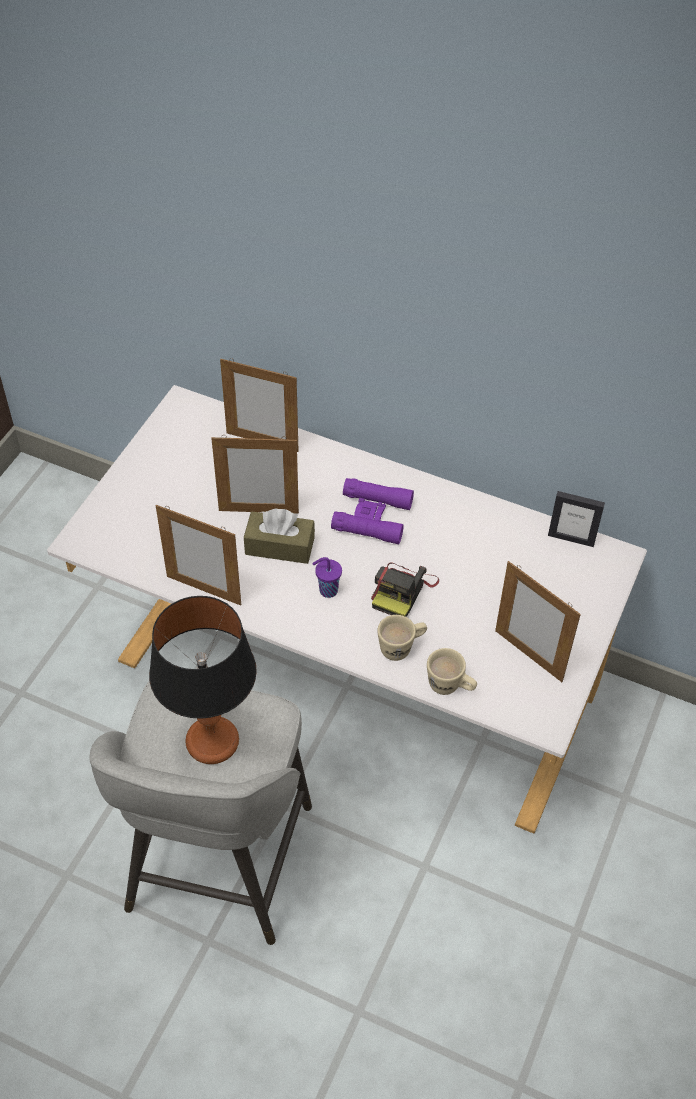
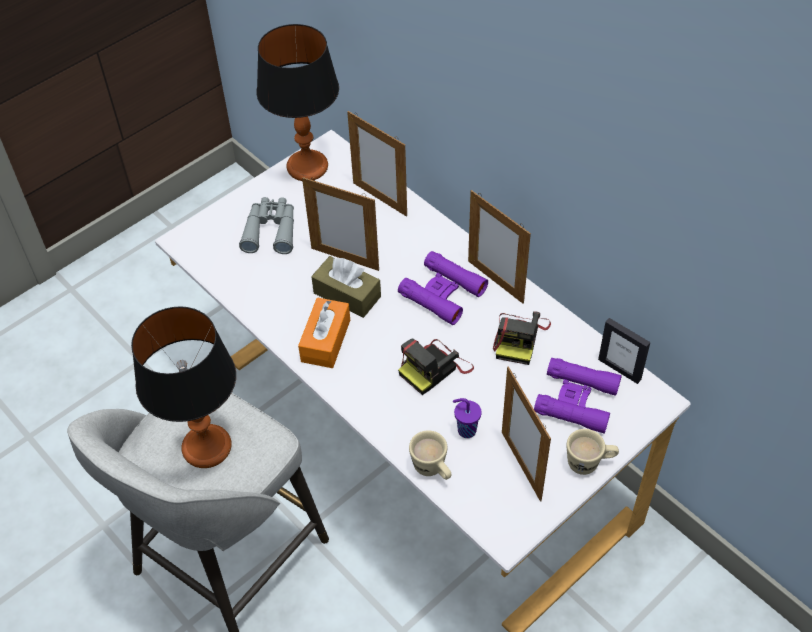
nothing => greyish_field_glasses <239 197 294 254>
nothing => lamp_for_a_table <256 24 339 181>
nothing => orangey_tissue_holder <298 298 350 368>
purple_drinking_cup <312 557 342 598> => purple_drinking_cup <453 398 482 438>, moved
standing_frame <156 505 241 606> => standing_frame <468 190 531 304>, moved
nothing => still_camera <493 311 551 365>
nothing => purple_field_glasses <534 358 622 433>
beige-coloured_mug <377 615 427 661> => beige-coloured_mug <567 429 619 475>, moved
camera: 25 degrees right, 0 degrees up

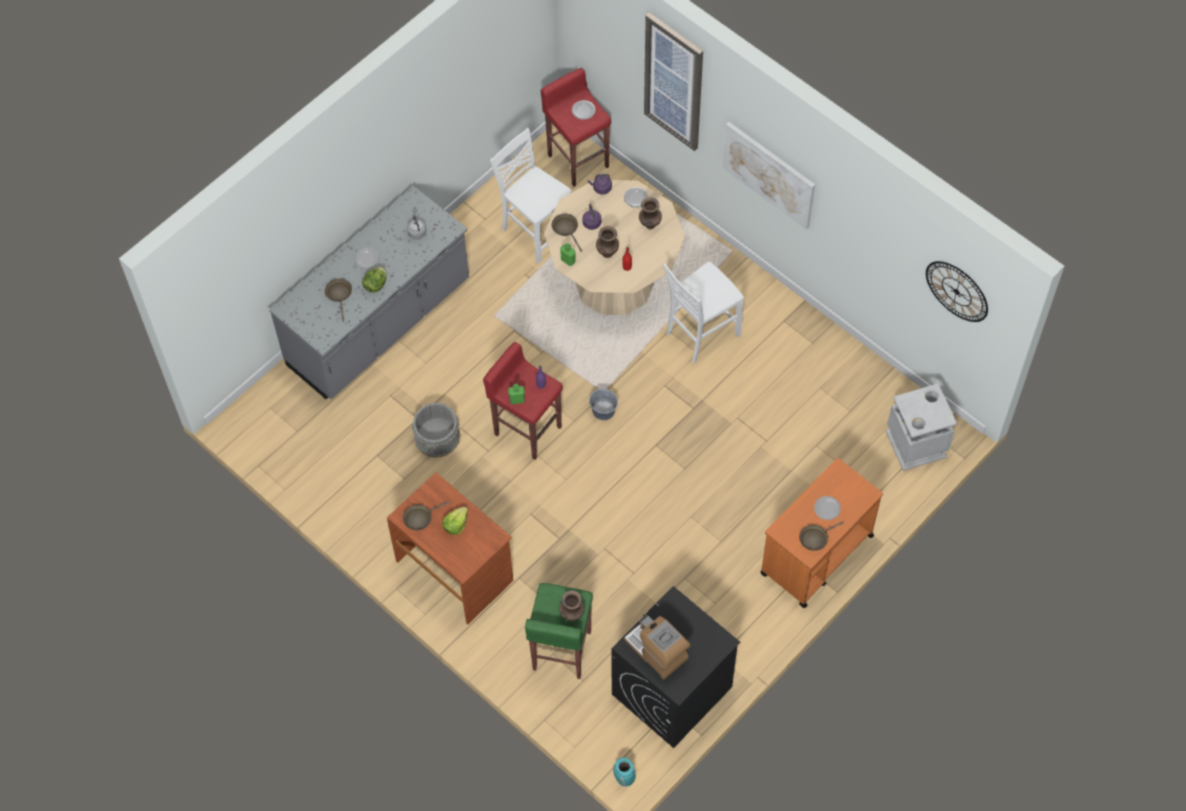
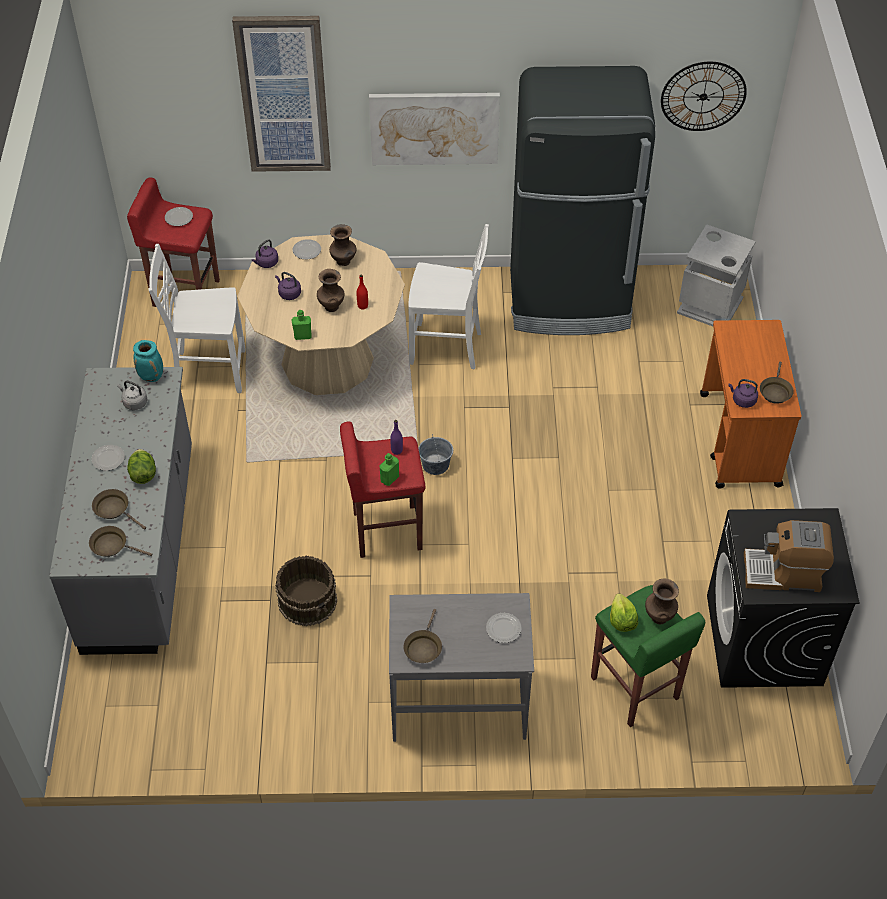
brown-coloured_pan <552 214 582 252> => brown-coloured_pan <89 526 152 557>, moved
turquoise-coloured_flower_vase <613 758 636 787> => turquoise-coloured_flower_vase <133 340 163 382>, moved
greyish_water_bucket <412 403 461 458> => brown-coloured_water_bucket <275 555 337 626>
brown-coloured_desk_table <387 472 513 625> => greyish_desk_table <389 593 534 742>
white-coloured_upright_chair <663 261 744 363> => white-coloured_upright_chair <408 224 489 369>, 90 degrees counterclockwise
dinner_plate <814 496 841 520> => dinner_plate <486 613 522 643>, moved
nothing => black_fridge <510 66 655 335>
lettuce <442 507 468 535> => lettuce <610 593 638 632>, moved
nothing => purple_tea_kettle <728 379 758 408>
camera: 45 degrees left, 10 degrees down

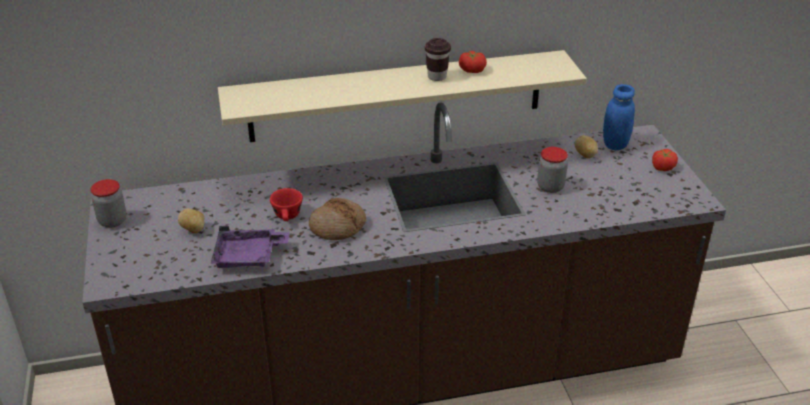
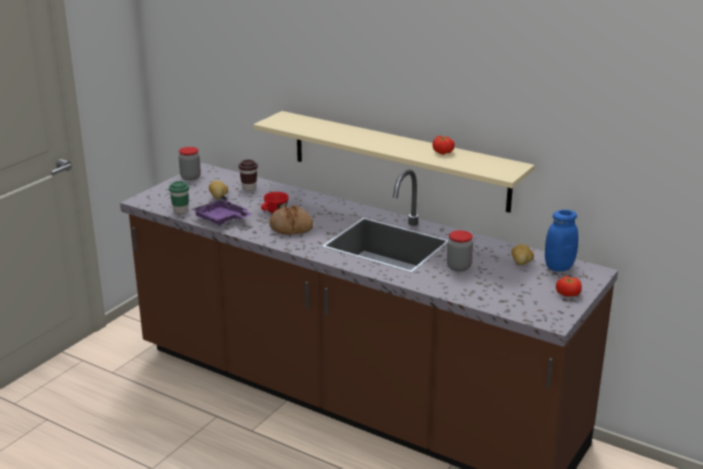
nothing => green-coloured_drinking_cup <169 181 189 214>
brown-coloured_drinking_cup <425 38 451 81> => brown-coloured_drinking_cup <238 160 258 191>, moved
camera: 45 degrees right, 10 degrees down

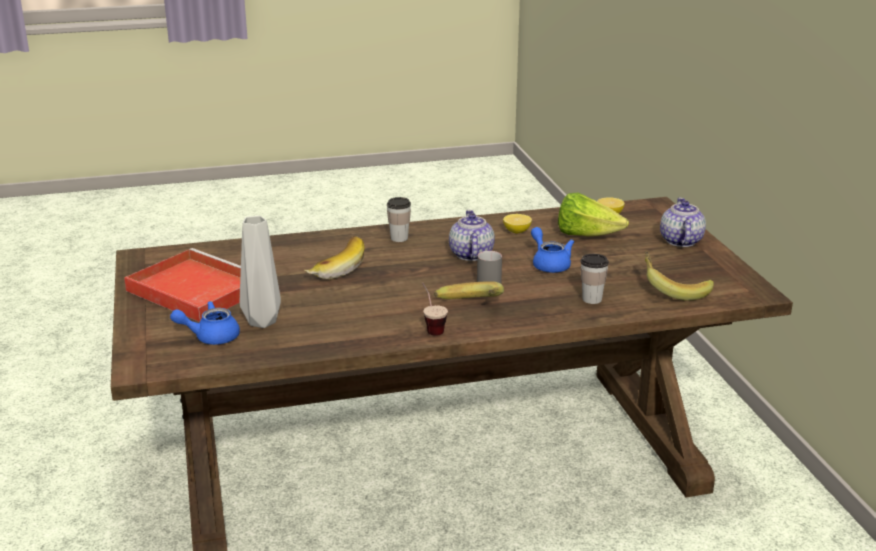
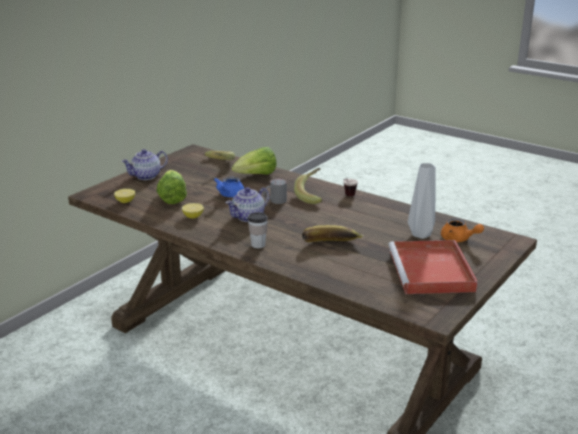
drinking_cup <580 254 609 304> => lettuce <232 147 277 175>
blue-coloured_teapot <170 301 240 345> => orangey_teapot <441 218 484 242>
camera: 130 degrees left, 0 degrees up

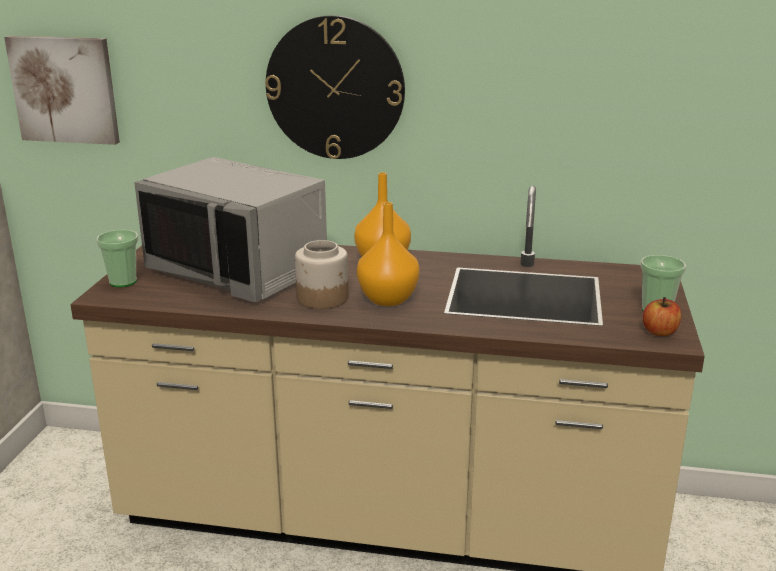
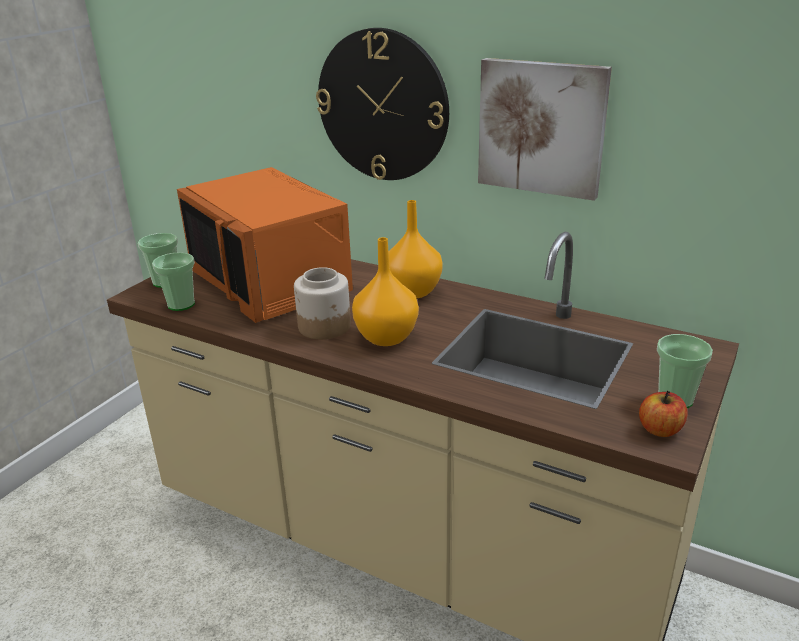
nothing => drinking_cup <152 252 195 311>
greyish_microwave <134 157 327 302> => orangey_microwave <177 167 353 323>
wall_picture <4 36 120 145> => wall_picture <478 58 612 201>, moved
camera: 20 degrees right, 5 degrees up

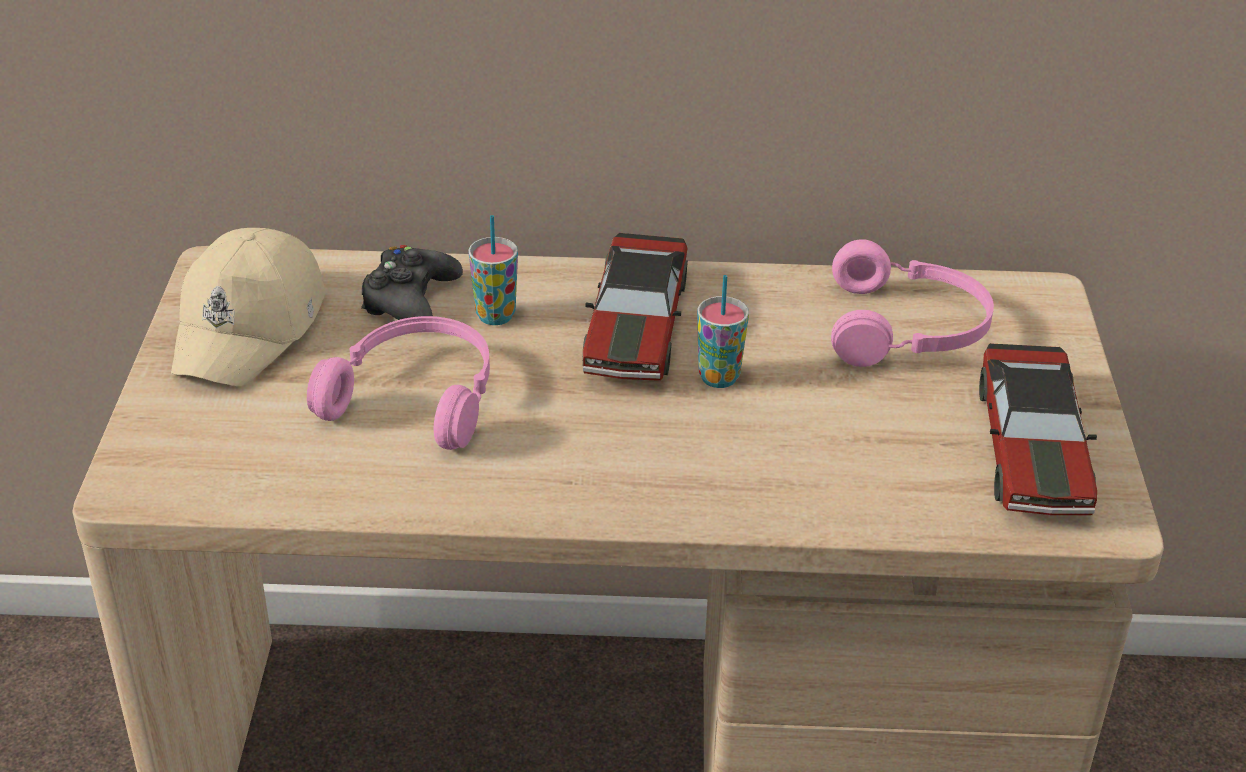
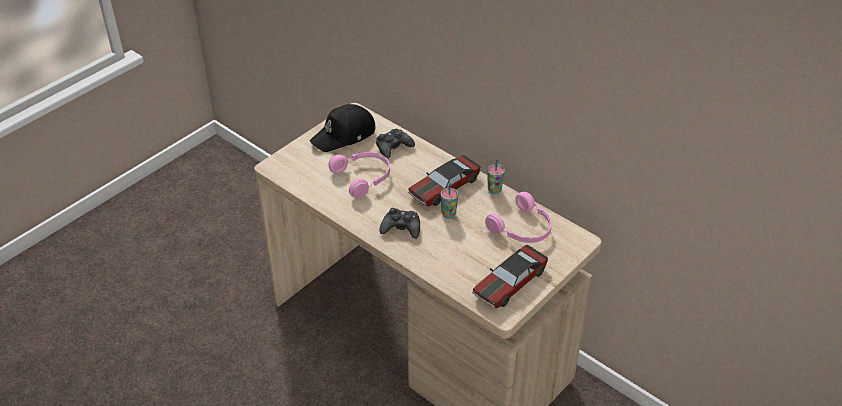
beige-coloured_peaked_cap <171 228 325 386> => black_peaked_cap <310 104 375 152>
nothing => black_joypad <379 208 420 239>
drinking_cup <468 215 518 325> => drinking_cup <487 159 505 194>, moved
camera: 40 degrees right, 5 degrees up

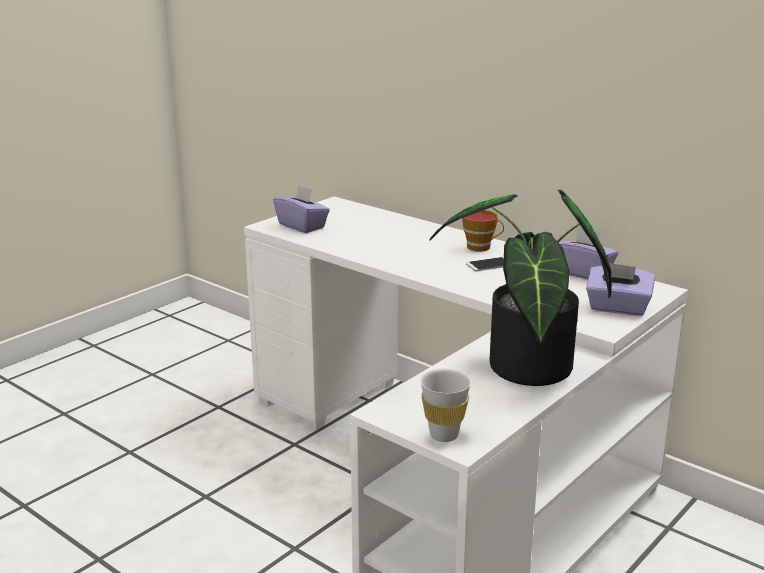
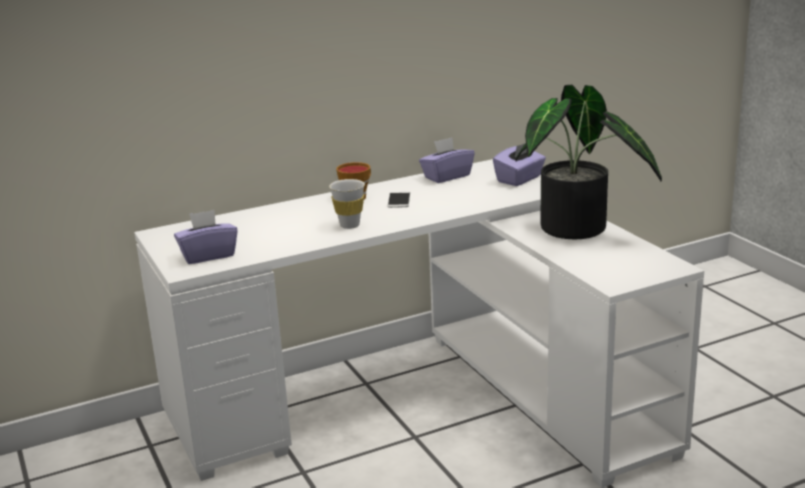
white-coloured_drinking_cup <420 369 472 442> => white-coloured_drinking_cup <329 179 365 229>, moved
camera: 65 degrees left, 0 degrees up

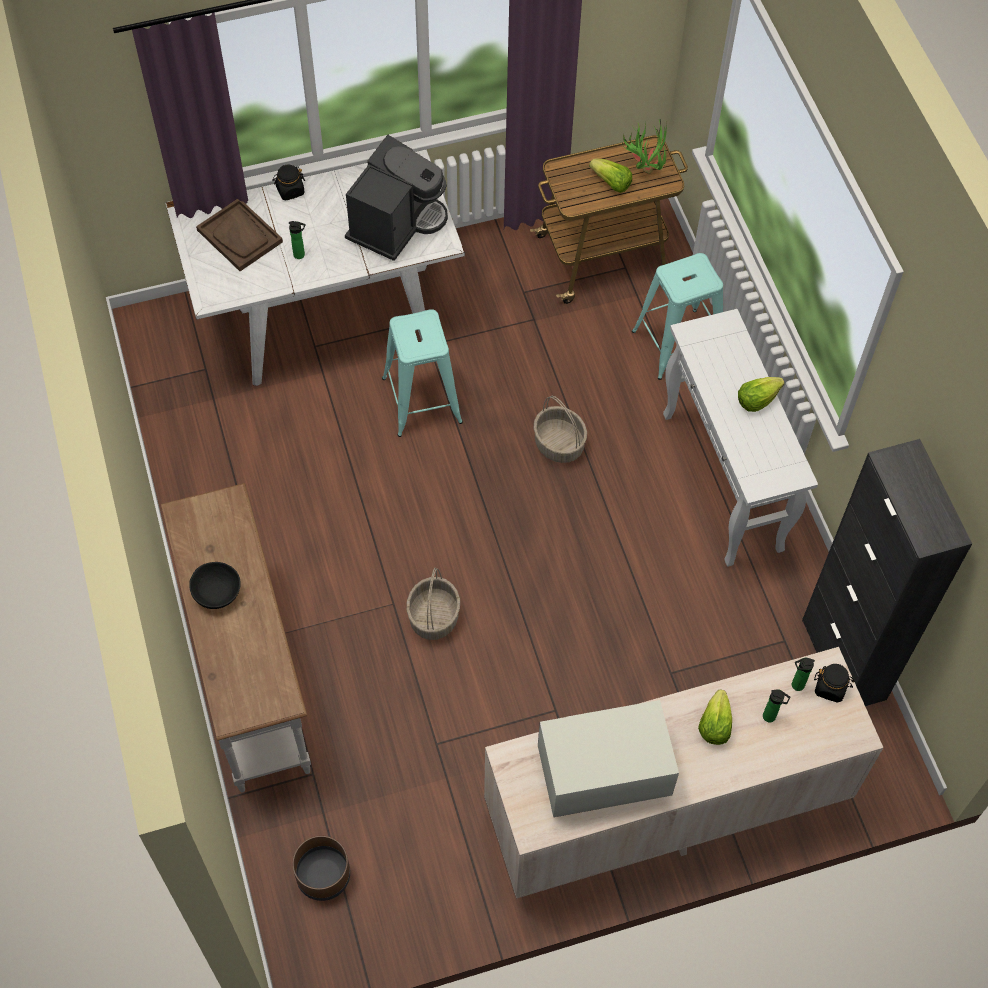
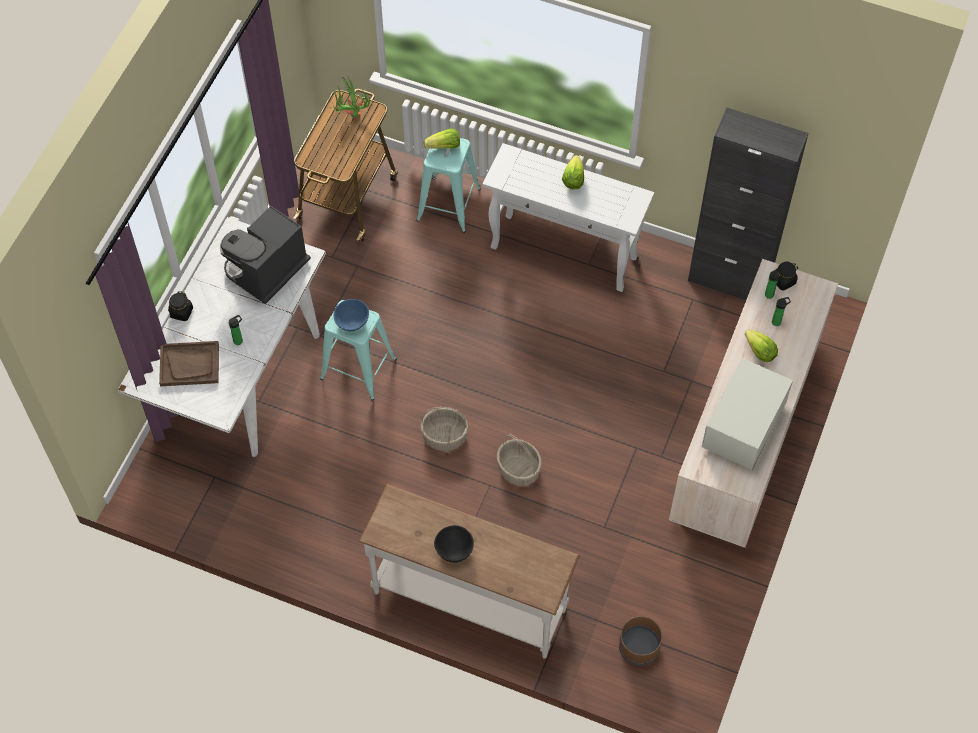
coffee_machine <345 135 448 261> => coffee_machine <220 205 311 304>, 120 degrees counterclockwise
nothing => blue-coloured_serving_bowl <333 299 369 331>
storage_basket <533 396 587 463> => storage_basket <420 407 468 451>, moved
lettuce <589 159 632 193> => lettuce <424 128 460 149>, moved
camera: 50 degrees left, 0 degrees up

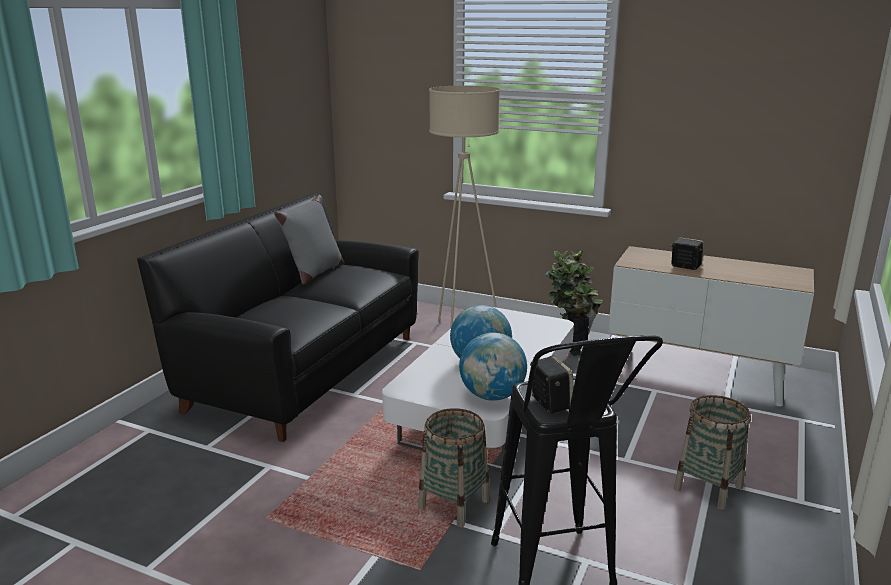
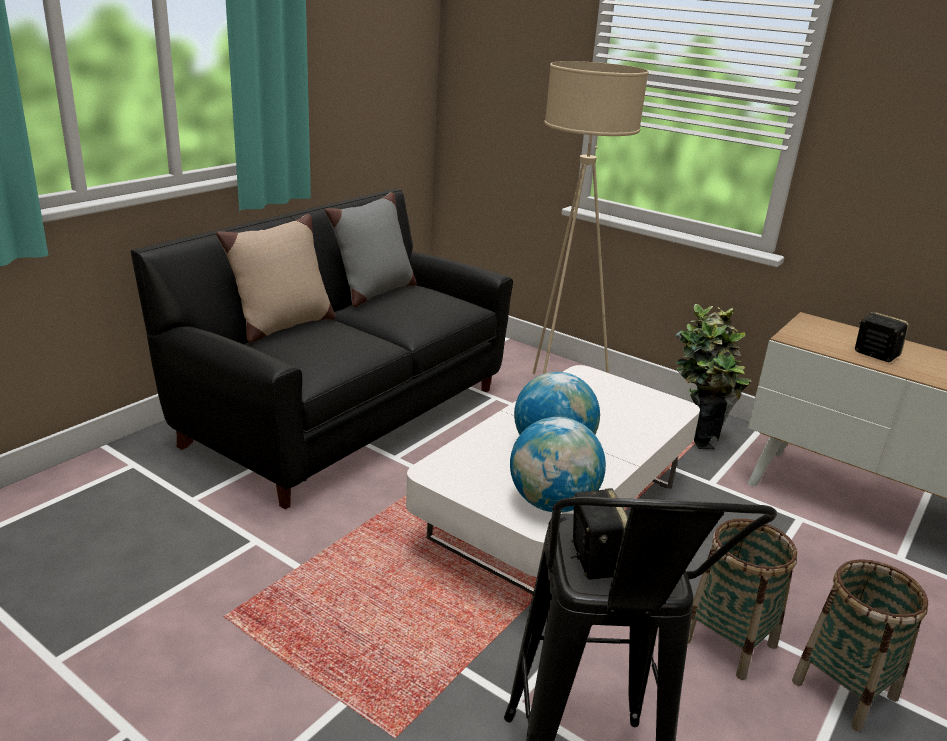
nothing => beige-coloured_throw_pillow <216 214 336 343>
storage_basket <418 408 489 528> => storage_basket <688 519 798 680>, moved
camera: 10 degrees right, 5 degrees up

